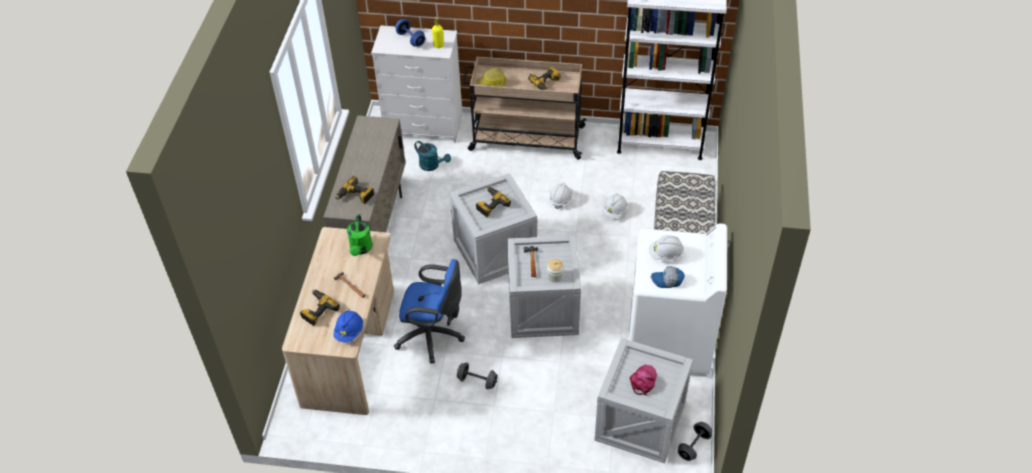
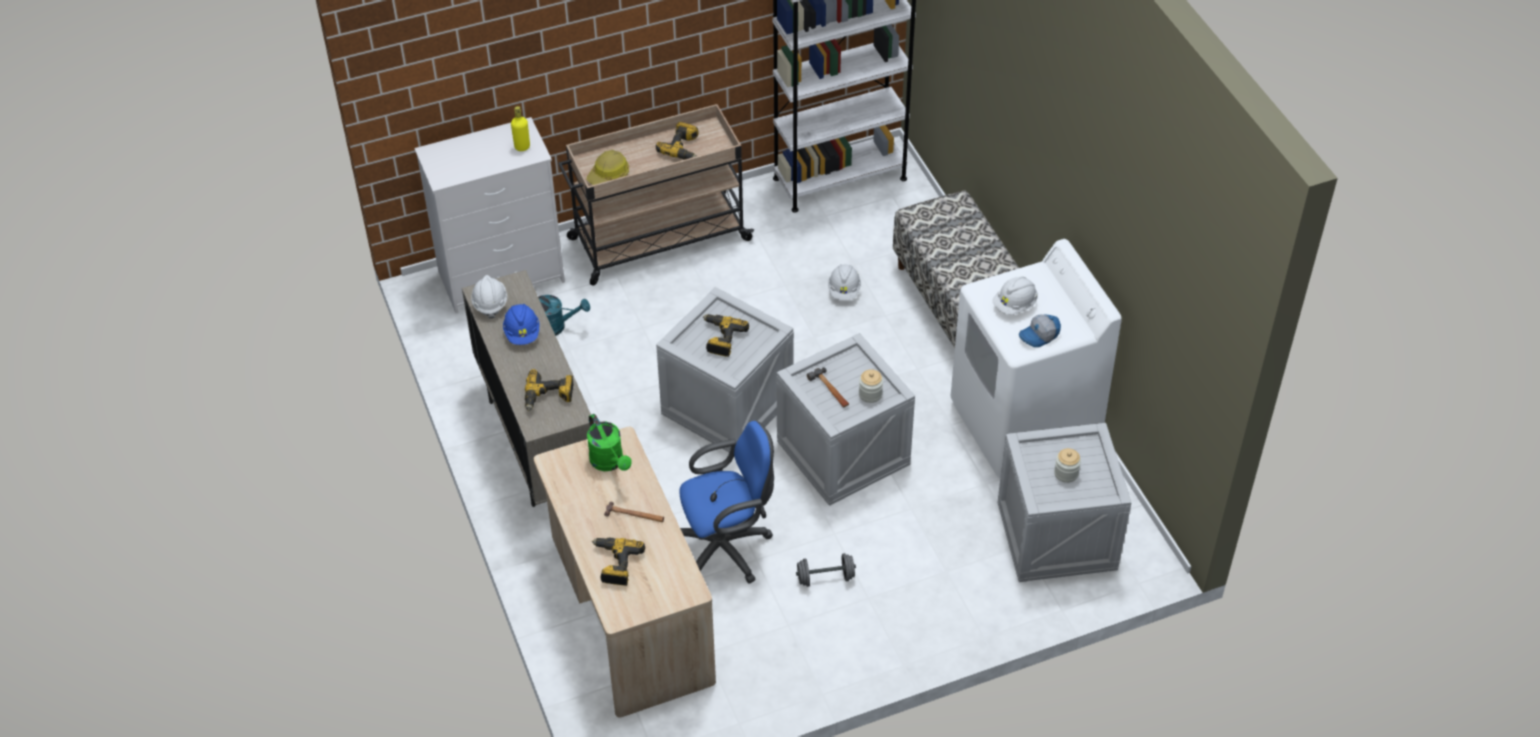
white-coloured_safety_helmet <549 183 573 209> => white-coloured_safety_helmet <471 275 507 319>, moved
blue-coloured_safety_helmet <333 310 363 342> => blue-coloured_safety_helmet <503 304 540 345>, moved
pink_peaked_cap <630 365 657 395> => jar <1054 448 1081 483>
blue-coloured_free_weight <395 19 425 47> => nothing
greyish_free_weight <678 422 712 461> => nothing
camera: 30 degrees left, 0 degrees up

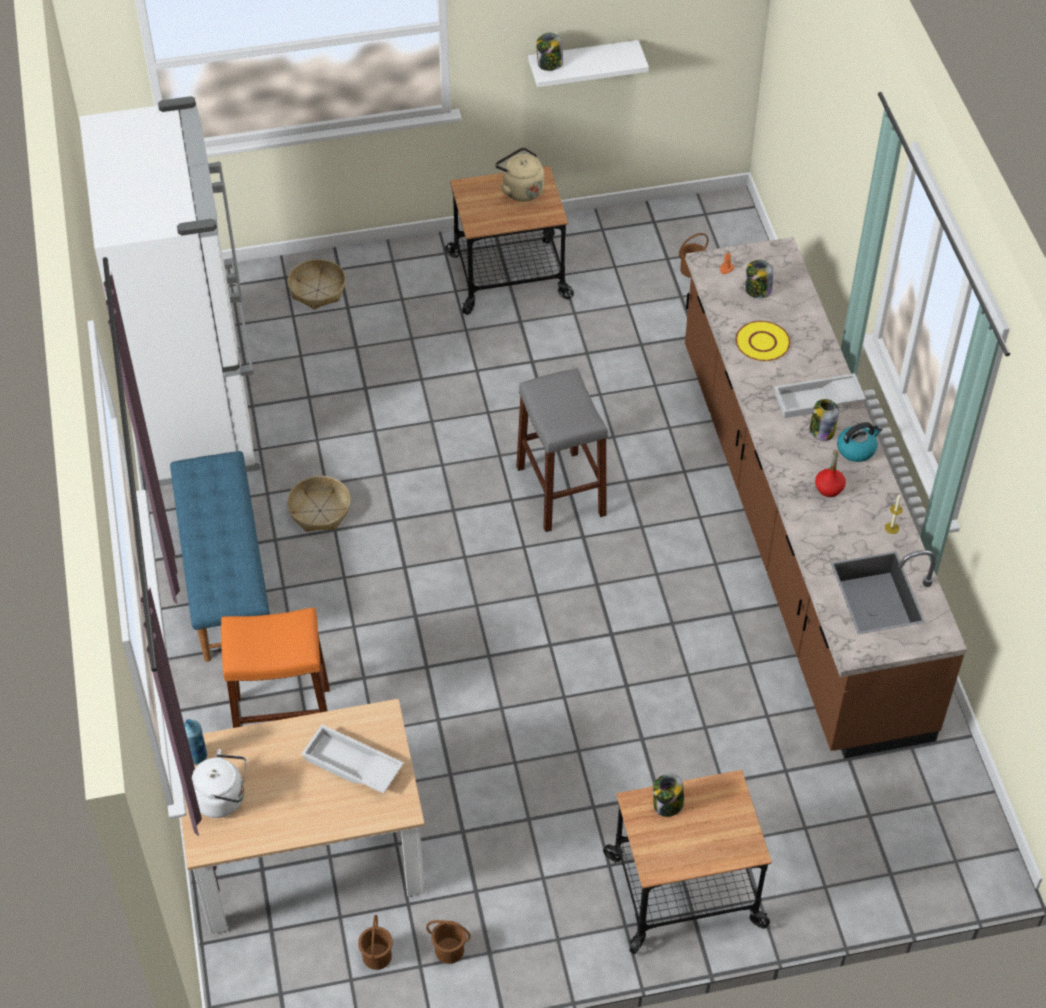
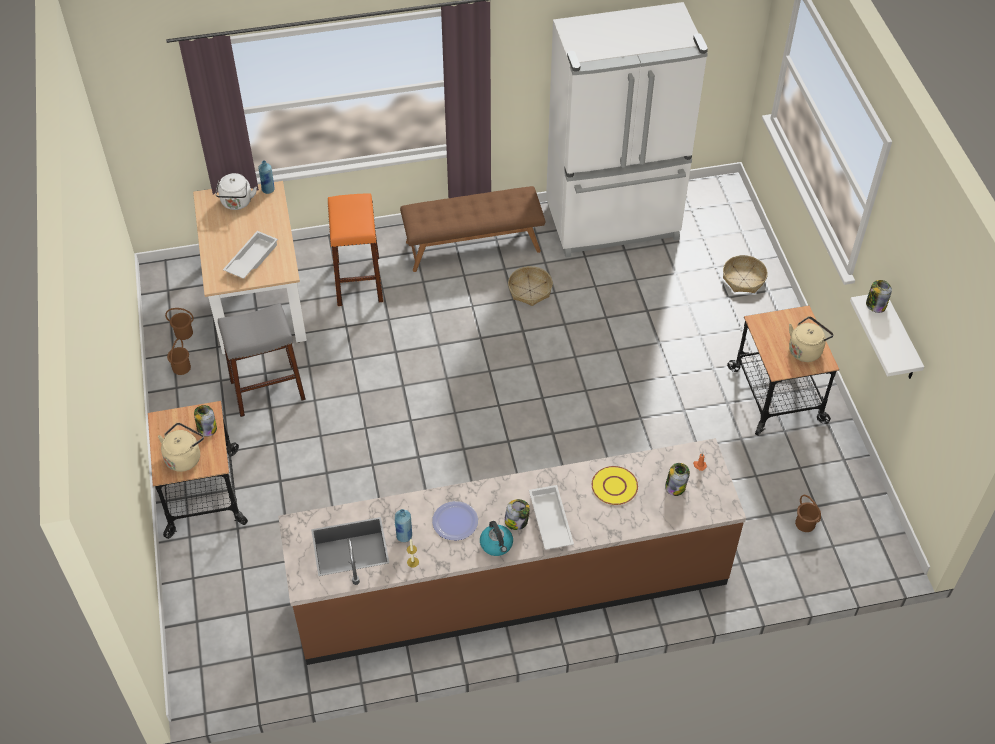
nothing => beige-coloured_tea_kettle <158 423 204 472>
greyish_sitting_stool <516 368 608 532> => greyish_sitting_stool <218 303 306 417>, moved
nothing => blue-coloured_drink_bottle <395 509 412 542>
blue-coloured_indoor_bench <170 451 270 662> => brown-coloured_indoor_bench <400 186 545 272>
reddish_drink_bottle <815 450 846 497> => dinner_plate <432 501 478 540>
camera: 90 degrees right, 0 degrees up

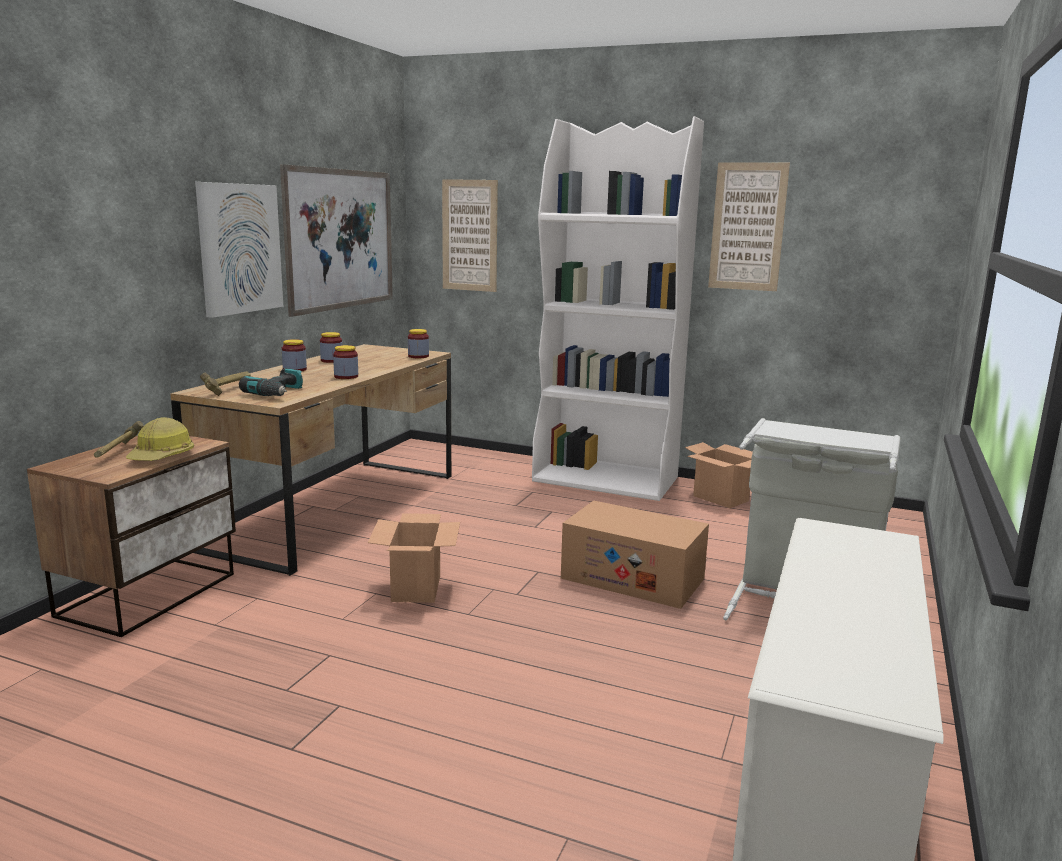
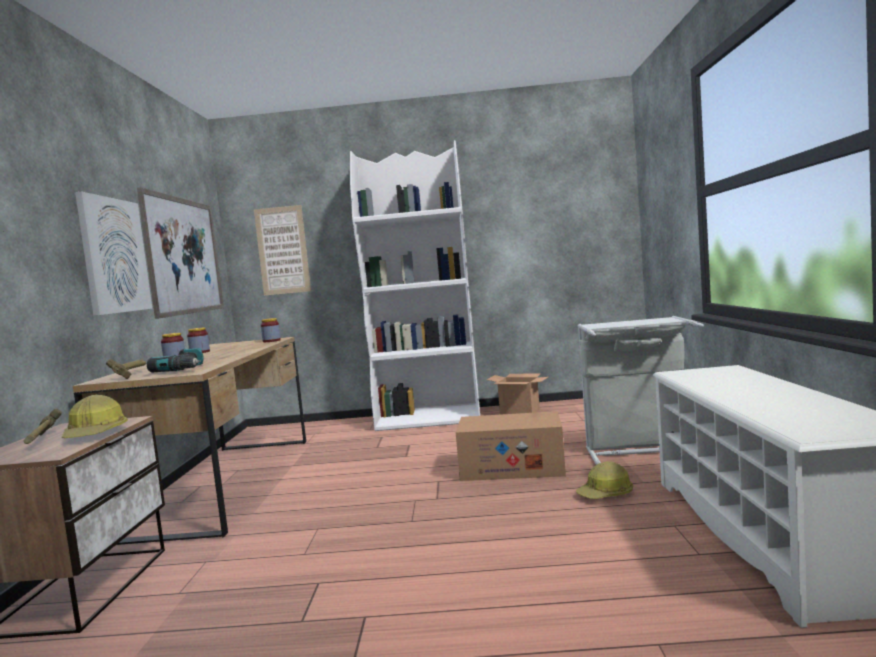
nothing => safety_helmet <576 461 633 499>
jar <333 345 358 379> => nothing
cardboard_box <368 513 460 603> => nothing
wall_picture <708 162 790 291> => nothing
camera: 20 degrees left, 10 degrees down

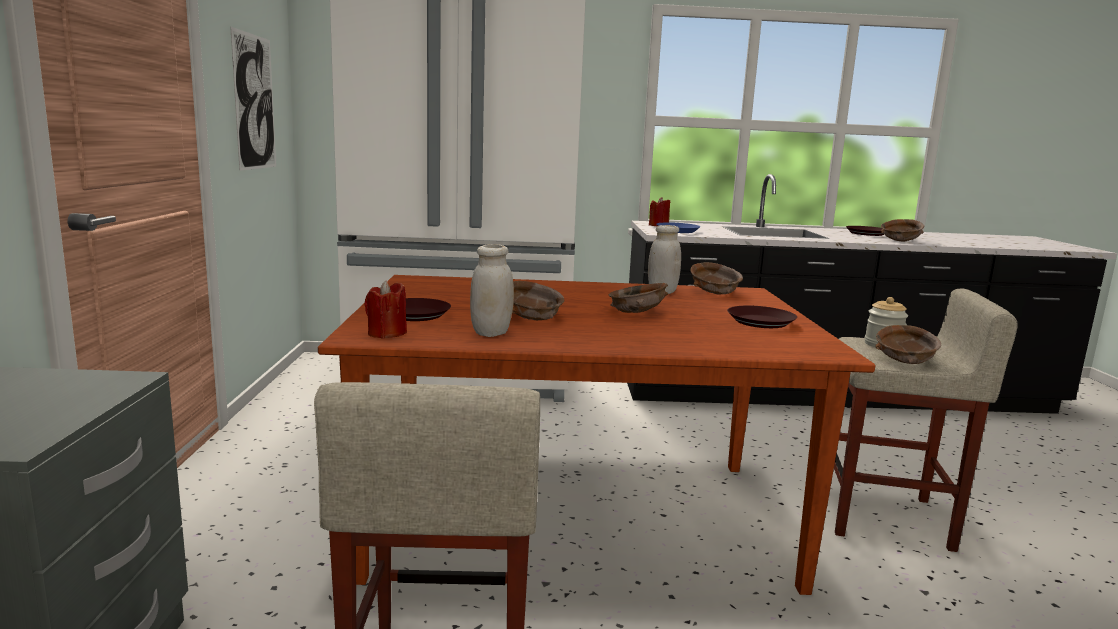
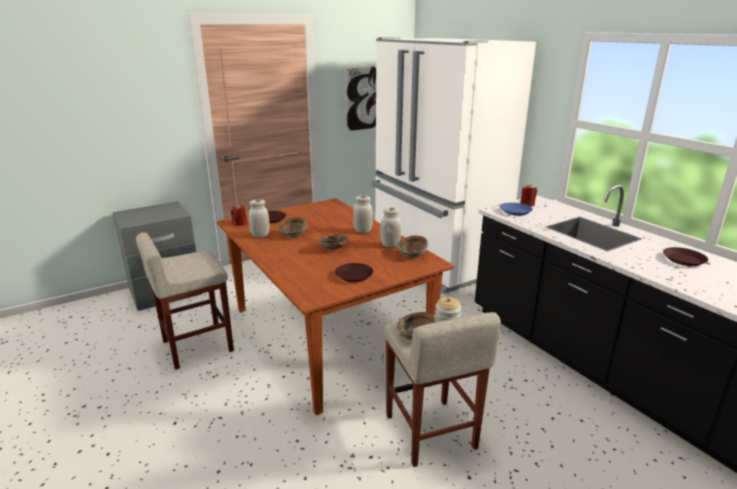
nothing => white-coloured_jar <353 195 373 233>
brown-coloured_serving_bowl <881 219 924 241> => nothing
camera: 60 degrees right, 10 degrees up

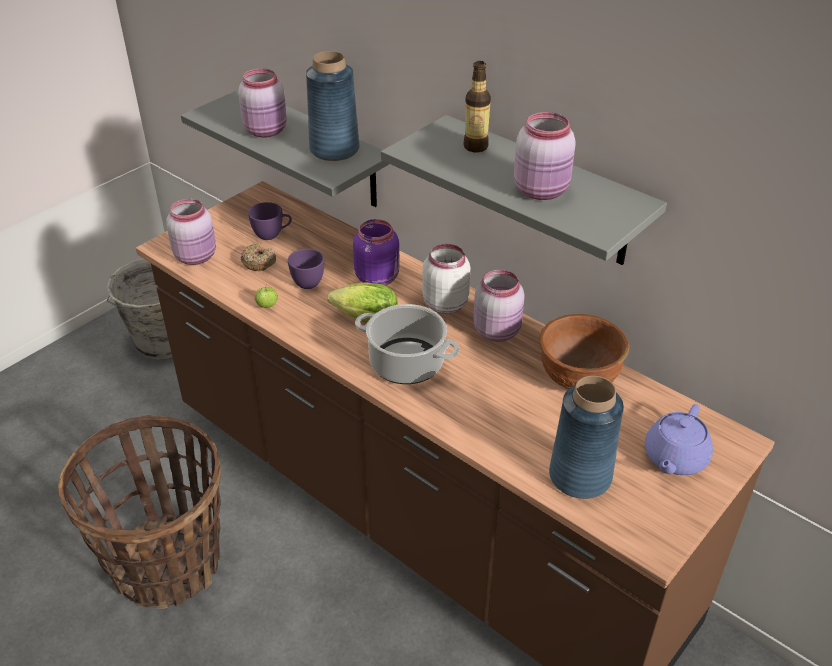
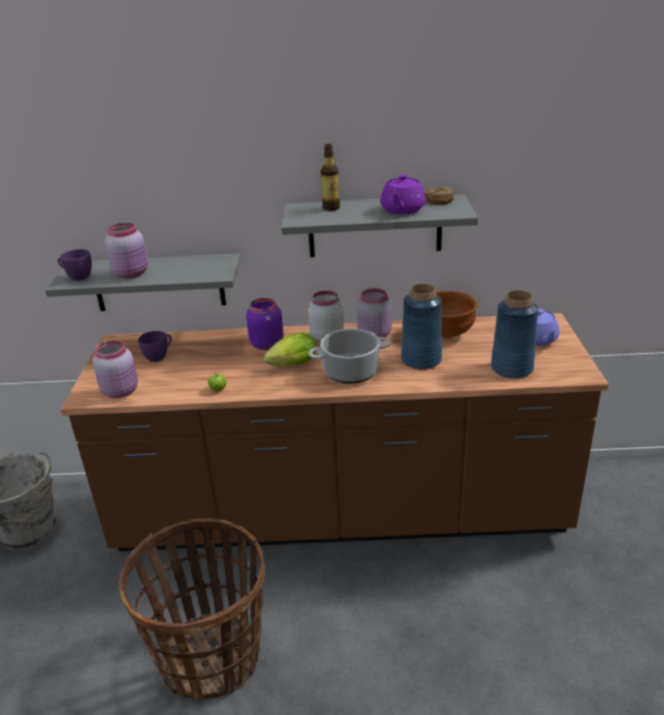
purple_drinking_cup <288 249 324 289> => purple_drinking_cup <58 249 92 280>, moved
pink_jar <514 112 576 200> => purple_teapot <381 174 426 214>
blue-coloured_flower_vase <306 51 360 161> => blue-coloured_flower_vase <401 284 442 369>, moved
doughnut <241 243 276 271> => doughnut <425 186 454 205>, moved
camera: 40 degrees left, 10 degrees down

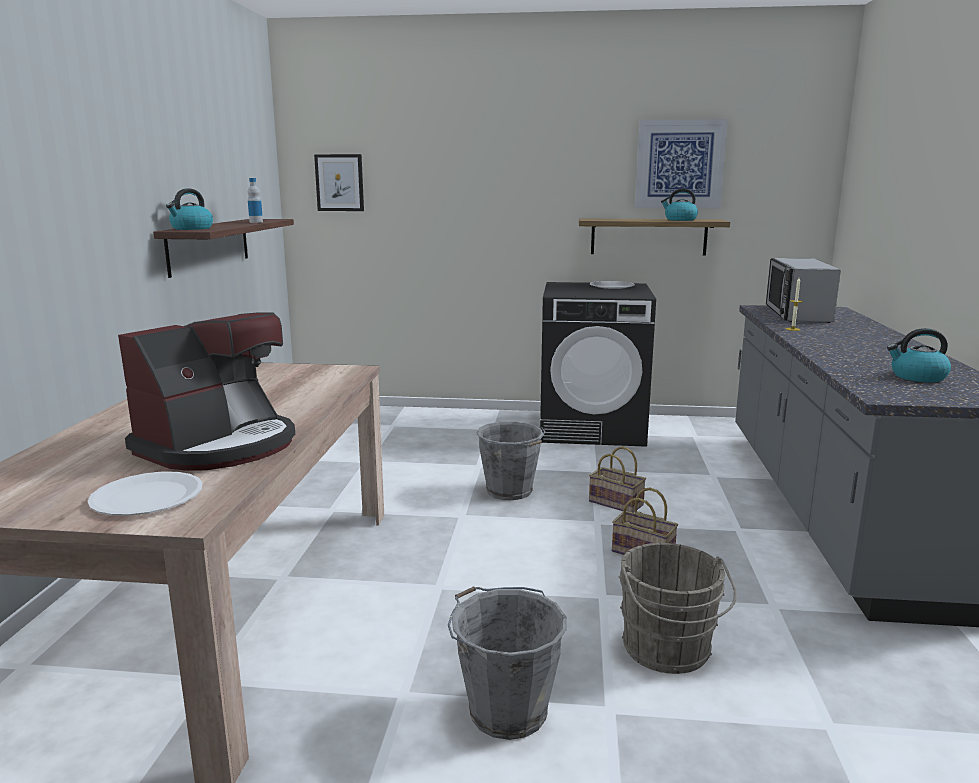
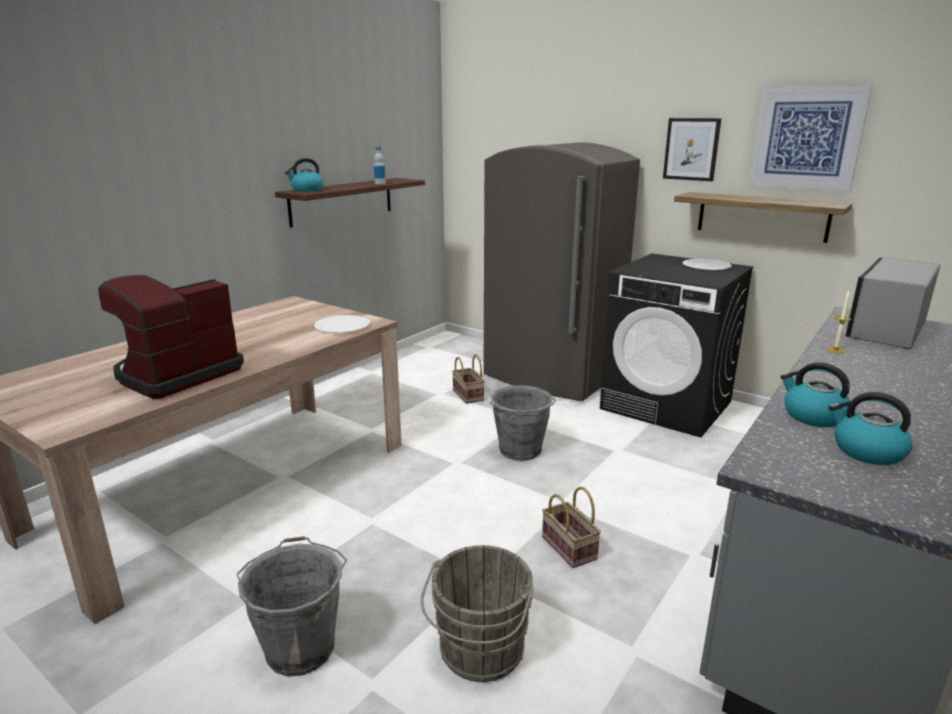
coffee_machine <118 312 295 471> => coffee_machine <98 275 244 399>, 150 degrees clockwise
white-coloured_dinner_plate <88 472 203 516> => white-coloured_dinner_plate <314 315 370 333>, moved
storage_basket <589 446 646 513> => storage_basket <452 354 485 404>, moved
nothing => greyish_fridge <483 142 640 401>
wall_picture <314 154 364 211> => wall_picture <663 118 722 181>, moved
tea_kettle <661 188 698 221> => tea_kettle <780 362 850 428>, moved
camera: 30 degrees right, 5 degrees up

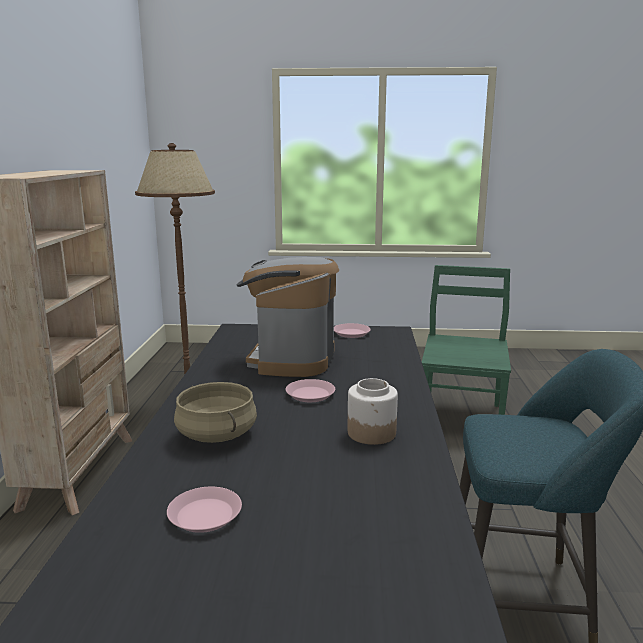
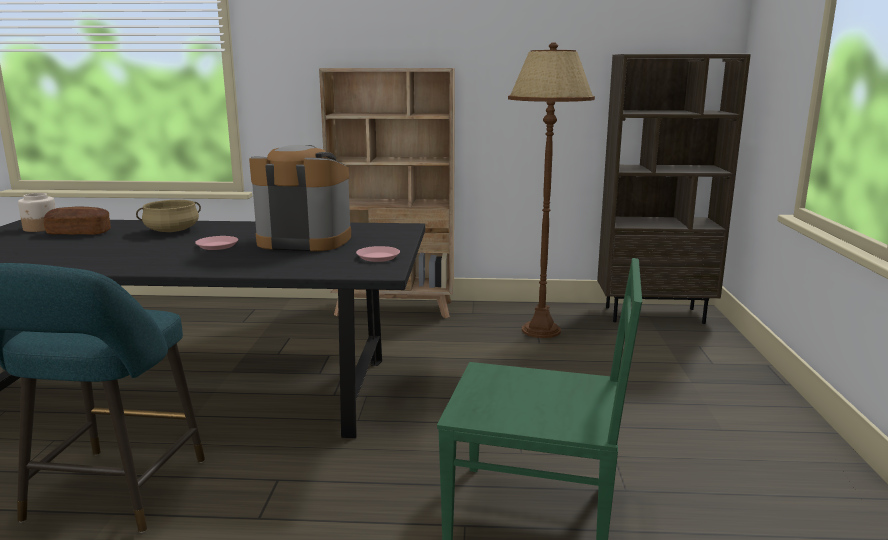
jar <348 378 398 445> => jar <18 193 56 232>, moved
pink_dinner_plate <167 487 242 533> => bakery_bread <43 206 111 235>
nothing => brown-coloured_bookcase <597 54 751 324>
camera: 90 degrees right, 0 degrees up

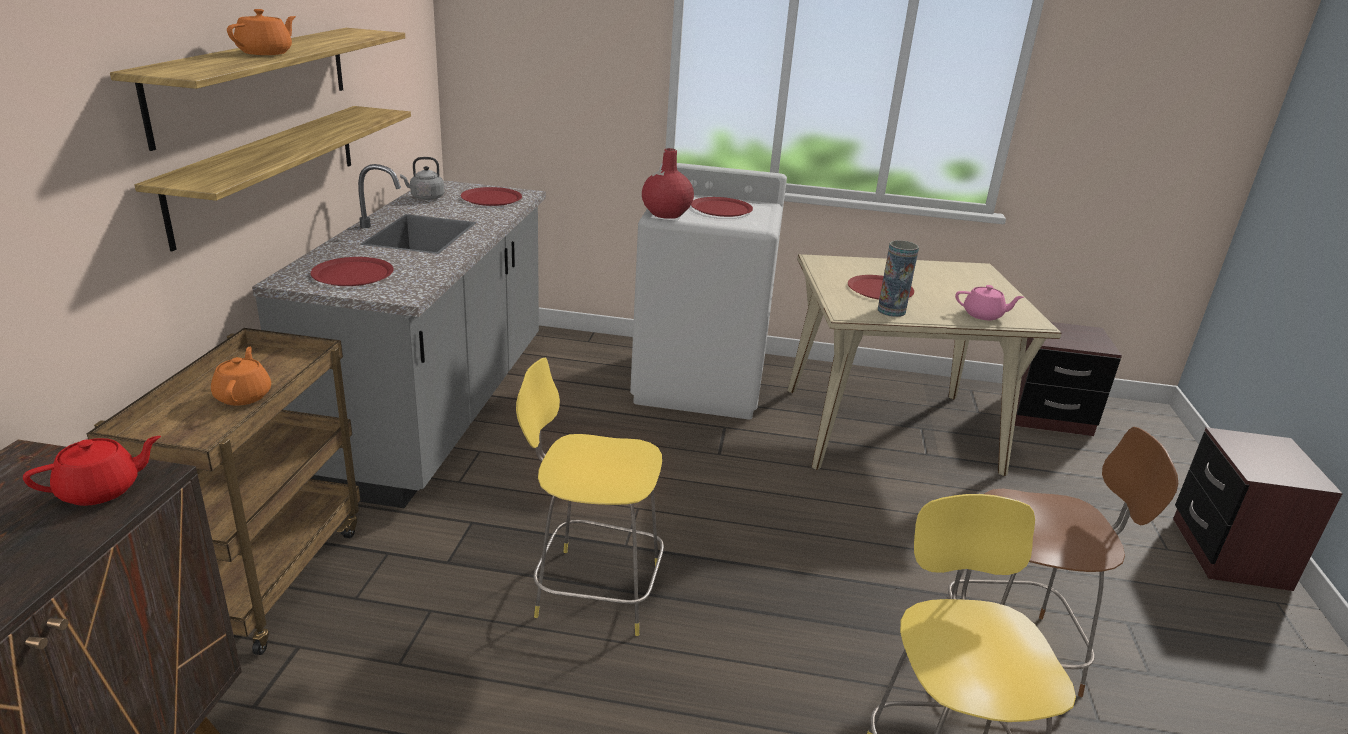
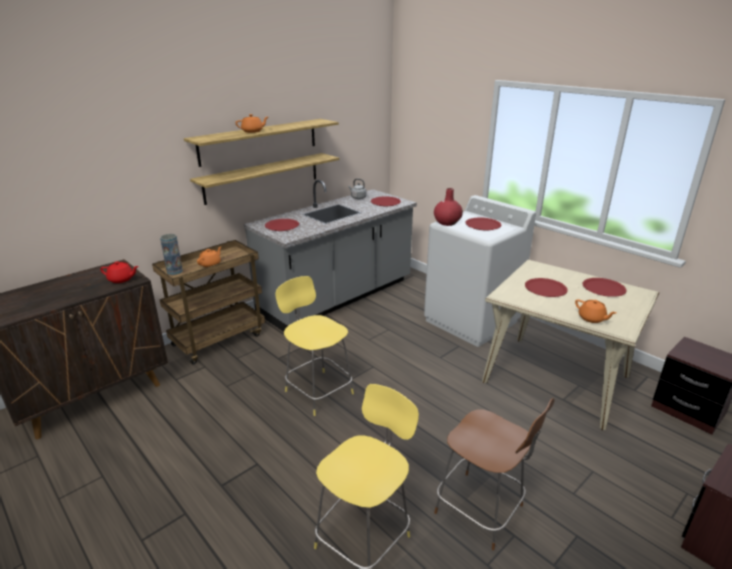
flower_vase <878 240 919 317> => flower_vase <160 234 183 275>, moved
pink_teapot <955 285 1024 320> => orangey_teapot <575 299 616 323>
nothing => reddish_dinner_plate <582 278 626 297>
camera: 40 degrees right, 0 degrees up

